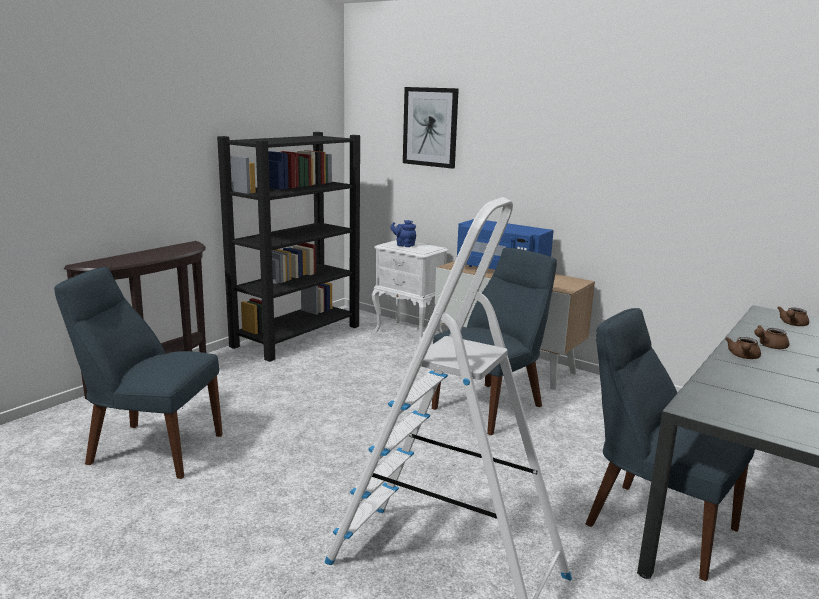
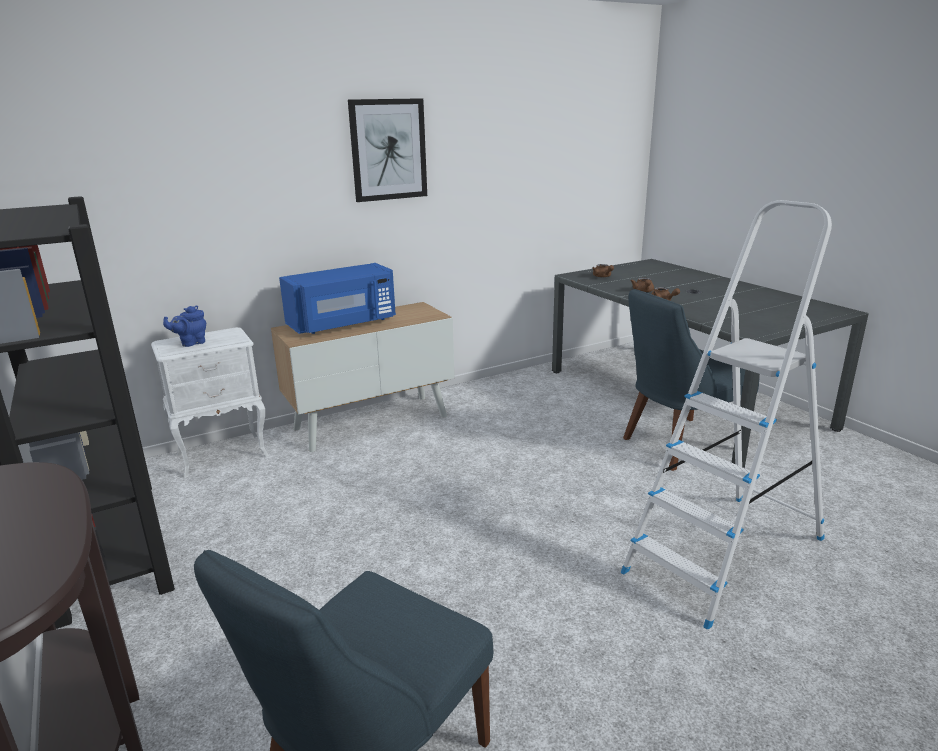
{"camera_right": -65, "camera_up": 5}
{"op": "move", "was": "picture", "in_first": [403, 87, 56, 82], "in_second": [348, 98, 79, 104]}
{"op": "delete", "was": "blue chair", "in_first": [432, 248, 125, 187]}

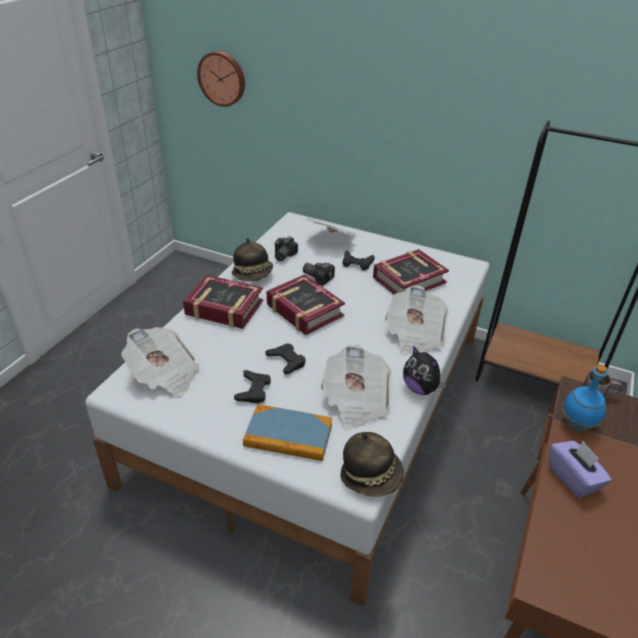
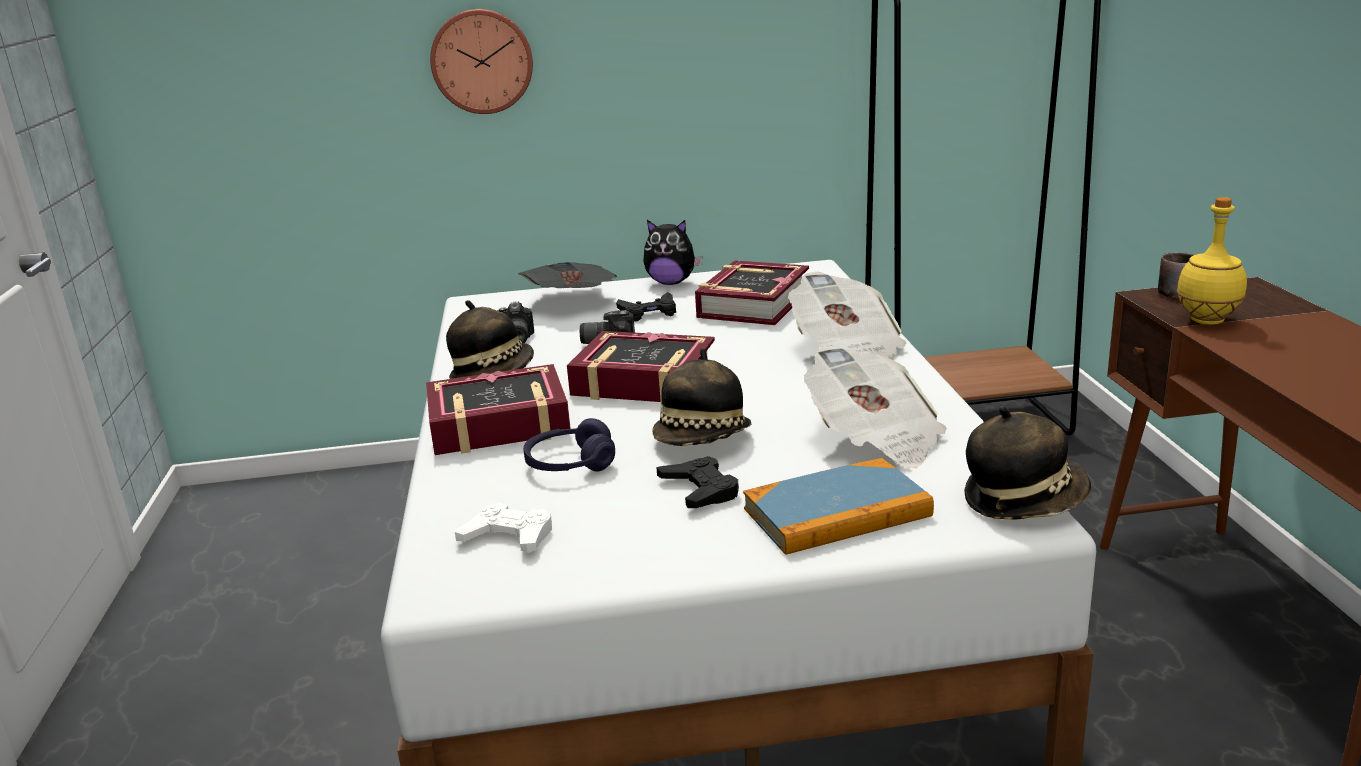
{"camera_right": -30, "camera_up": -15}
{"op": "move", "was": "wall clock", "in_first": [197, 51, 48, 56], "in_second": [430, 9, 103, 105]}
{"op": "replace", "was": "newspaper", "now": "white game controller", "in_first": [121, 327, 79, 70], "in_second": [455, 503, 97, 50]}
{"op": "replace", "was": "black game controller", "now": "hat", "in_first": [266, 343, 40, 31], "in_second": [652, 348, 99, 98]}
{"op": "move", "was": "plush toy", "in_first": [403, 346, 44, 49], "in_second": [643, 220, 60, 65]}
{"op": "recolor", "was": "blue bottle", "now": "yellow bottle", "in_first": [562, 365, 46, 66], "in_second": [1176, 197, 71, 128]}
{"op": "delete", "was": "purple tissue box", "in_first": [549, 440, 63, 58]}
{"op": "insert", "now": "purple headphones", "in_second": [523, 418, 92, 54]}

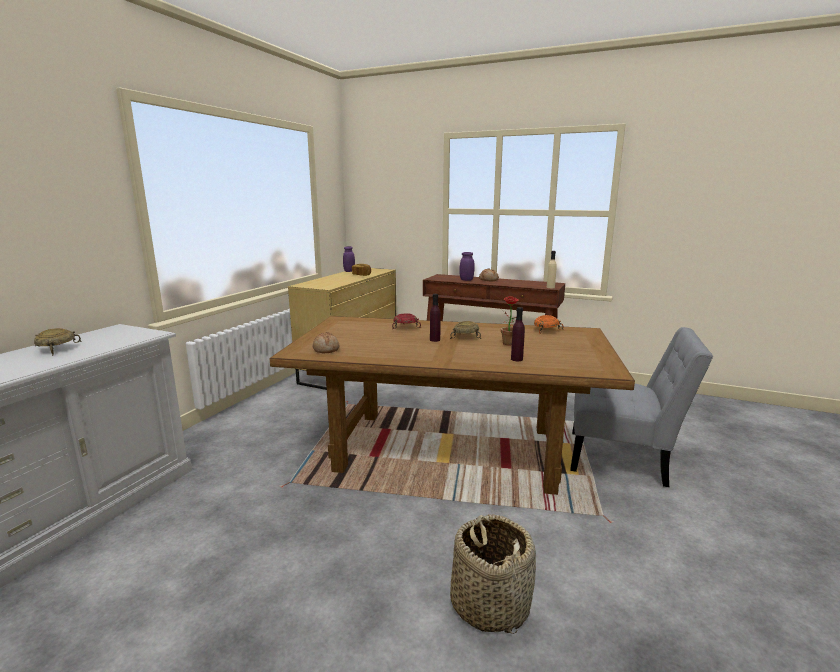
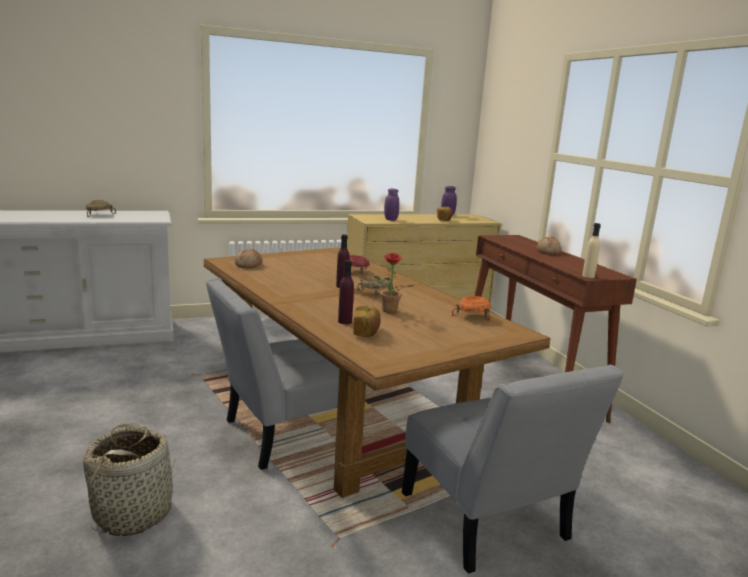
{"camera_right": 45, "camera_up": 0}
{"op": "move", "was": "purple jar", "in_first": [460, 252, 15, 29], "in_second": [384, 189, 15, 32]}
{"op": "insert", "now": "grey chair", "in_second": [206, 278, 133, 192]}
{"op": "insert", "now": "bread", "in_second": [353, 306, 28, 31]}

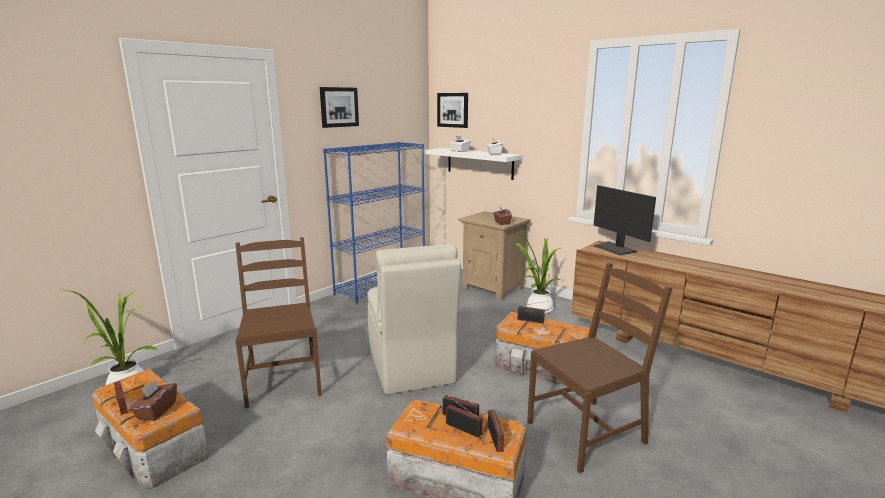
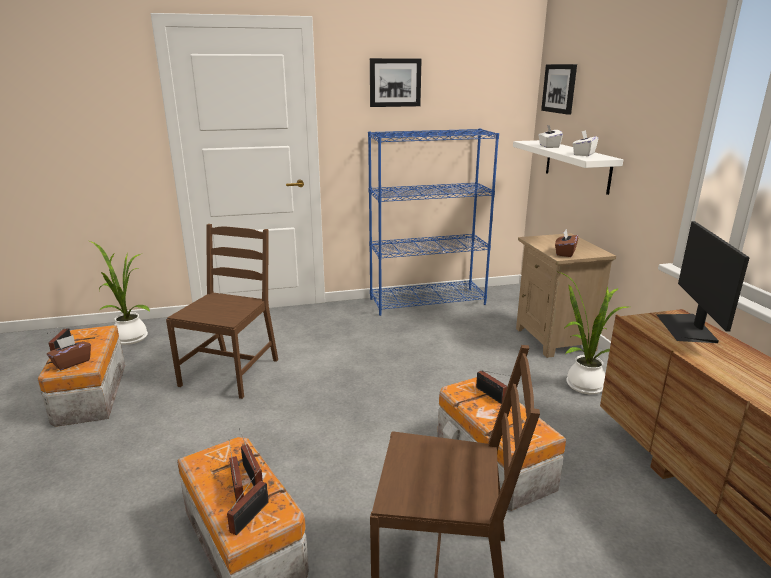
{"camera_right": 35, "camera_up": 5}
{"op": "delete", "was": "beige chair", "in_first": [367, 244, 94, 151]}

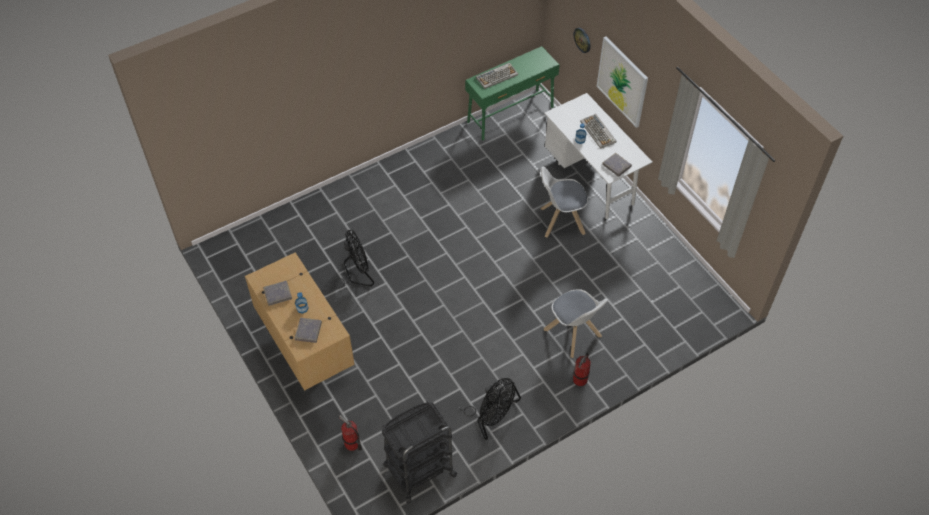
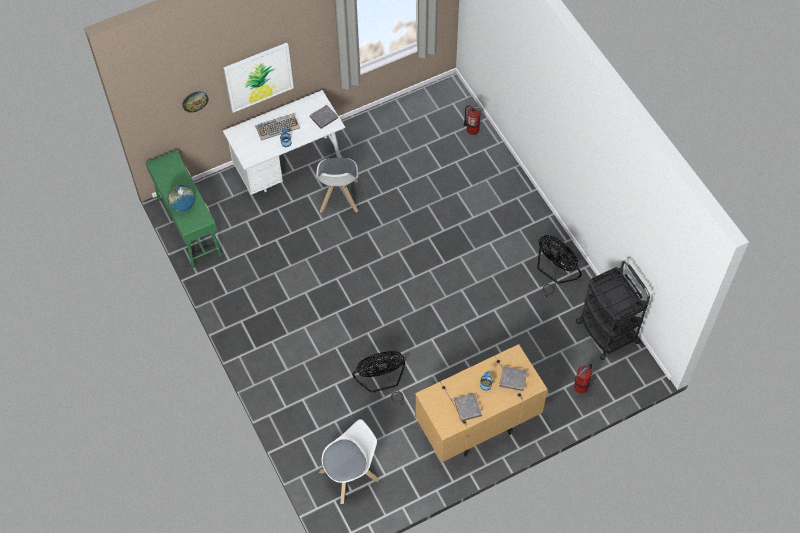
{"camera_right": -85, "camera_up": 5}
{"op": "replace", "was": "keyboard", "now": "globe", "in_first": [476, 63, 42, 26], "in_second": [168, 185, 27, 27]}
{"op": "move", "was": "chair", "in_first": [544, 289, 64, 69], "in_second": [319, 419, 60, 85]}
{"op": "move", "was": "fire extinguisher", "in_first": [573, 353, 18, 33], "in_second": [464, 104, 19, 31]}

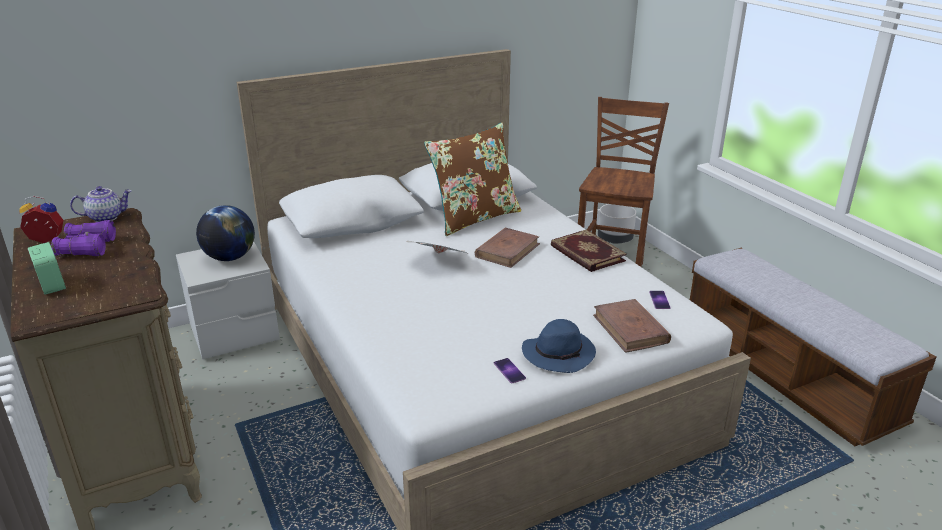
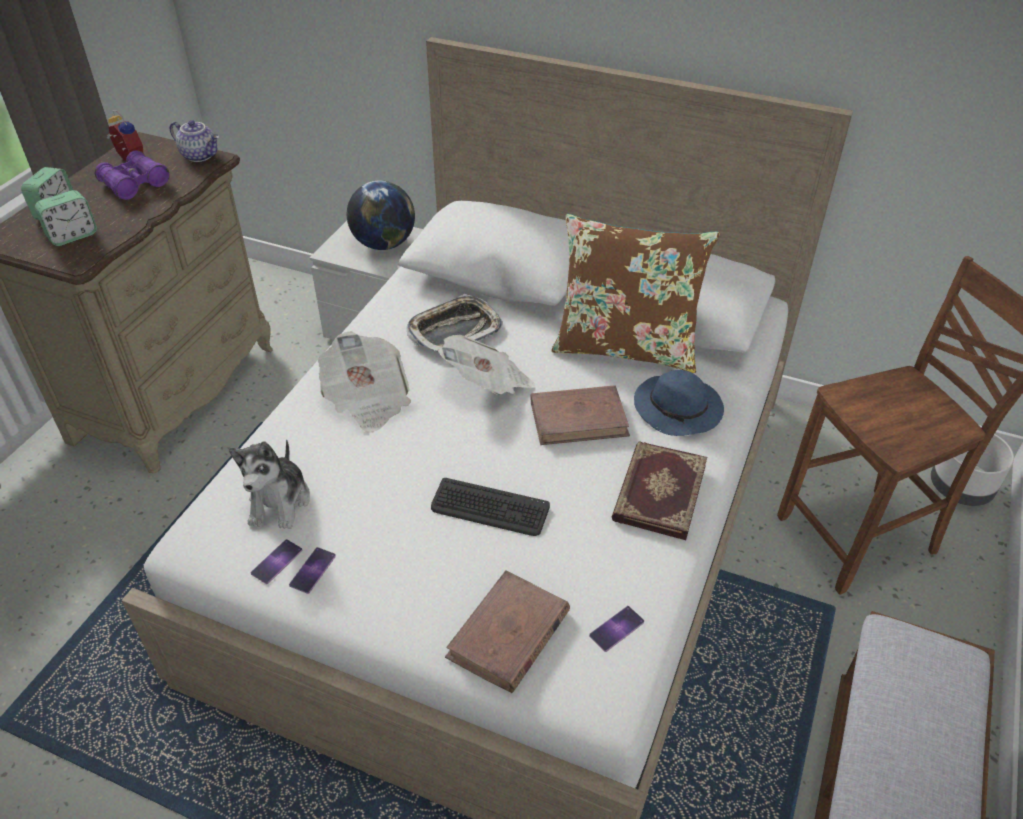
{"camera_right": 50, "camera_up": 15}
{"op": "move", "was": "blue hat", "in_first": [522, 319, 74, 54], "in_second": [634, 370, 90, 66]}
{"op": "insert", "now": "alarm clock", "in_second": [35, 190, 62, 56]}
{"op": "insert", "now": "tray", "in_second": [406, 294, 97, 59]}
{"op": "insert", "now": "newspaper", "in_second": [318, 331, 93, 102]}
{"op": "insert", "now": "plush toy", "in_second": [229, 439, 81, 90]}
{"op": "insert", "now": "keyboard", "in_second": [431, 478, 119, 58]}
{"op": "insert", "now": "phone", "in_second": [251, 539, 51, 45]}

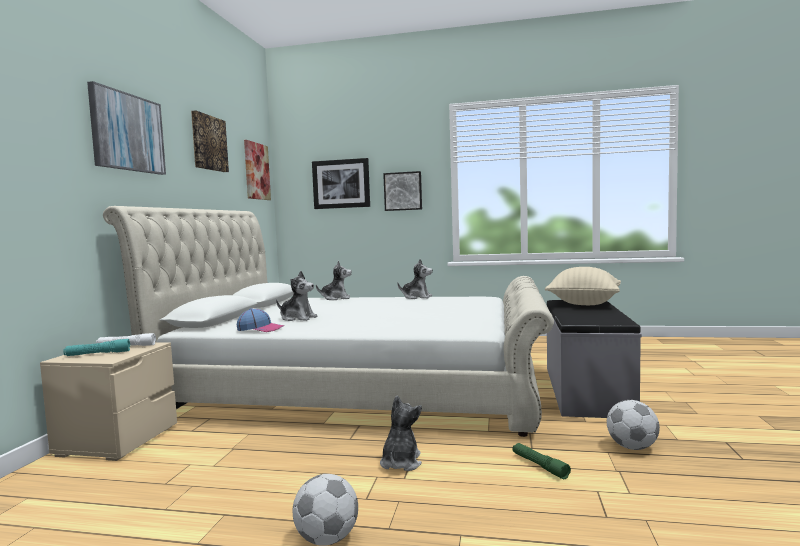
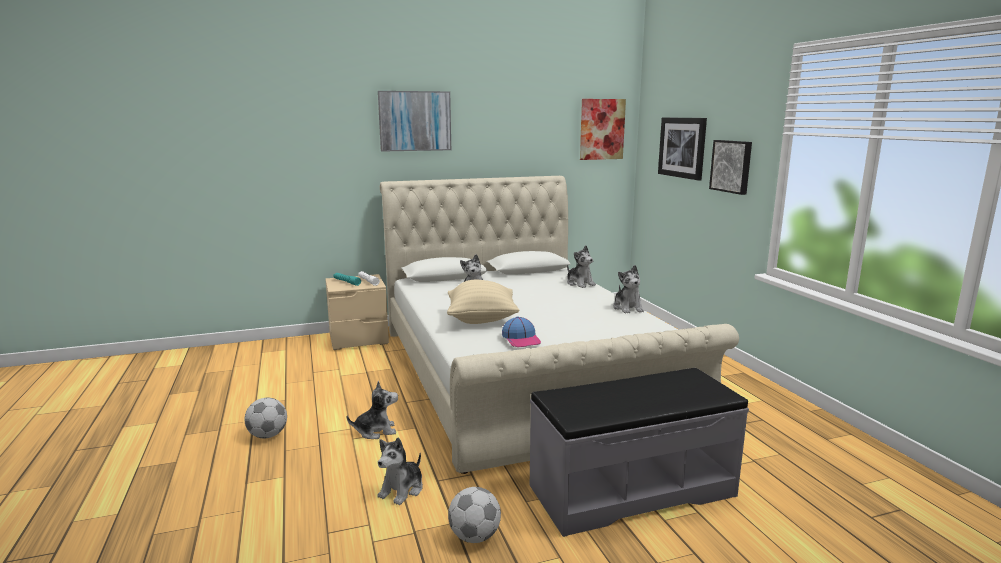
{"camera_right": 60, "camera_up": 10}
{"op": "delete", "was": "picture", "in_first": [191, 110, 38, 62]}
{"op": "move", "was": "beige pillow", "in_first": [545, 267, 76, 38], "in_second": [447, 280, 72, 44]}
{"op": "move", "was": "cap", "in_first": [237, 308, 47, 24], "in_second": [502, 316, 39, 31]}
{"op": "replace", "was": "green flashlight", "now": "plush toy", "in_first": [512, 443, 59, 36], "in_second": [377, 437, 46, 68]}

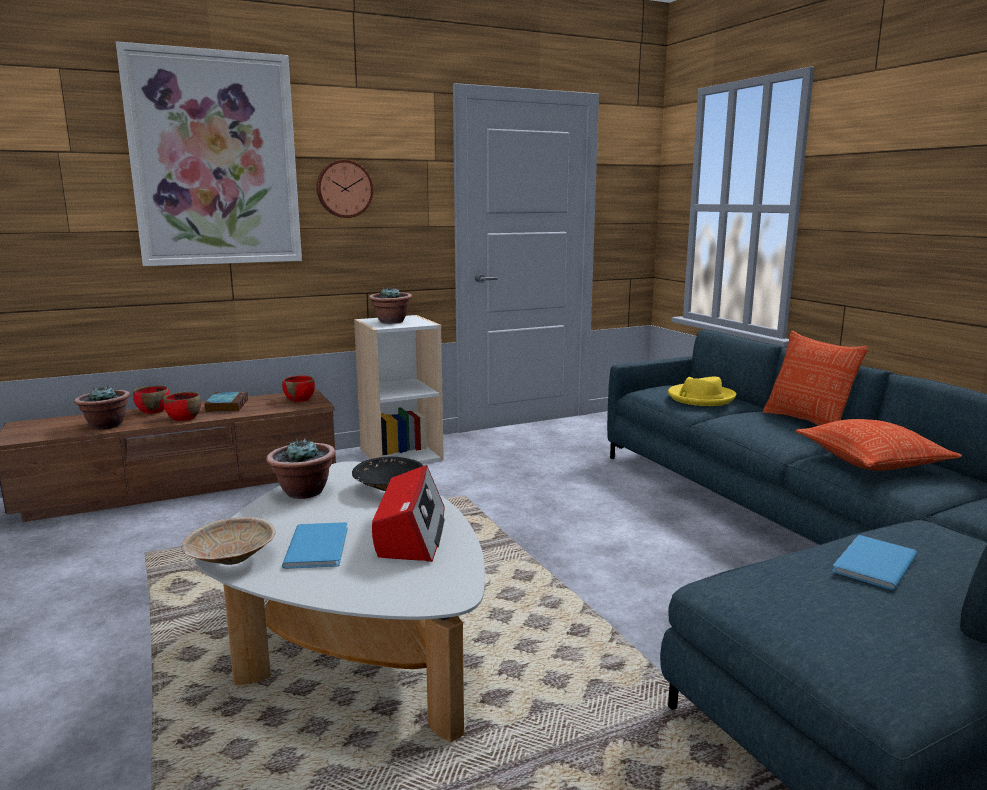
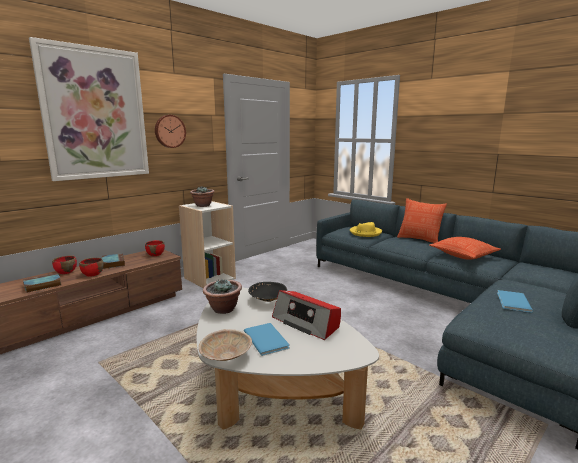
{"camera_right": -20, "camera_up": 0}
{"op": "replace", "was": "potted plant", "now": "book", "in_first": [74, 385, 56, 45], "in_second": [23, 273, 39, 20]}
{"op": "rotate", "was": "radio", "in_first": [372, 465, 73, 97], "in_second": [272, 290, 69, 50], "clockwise": 150}

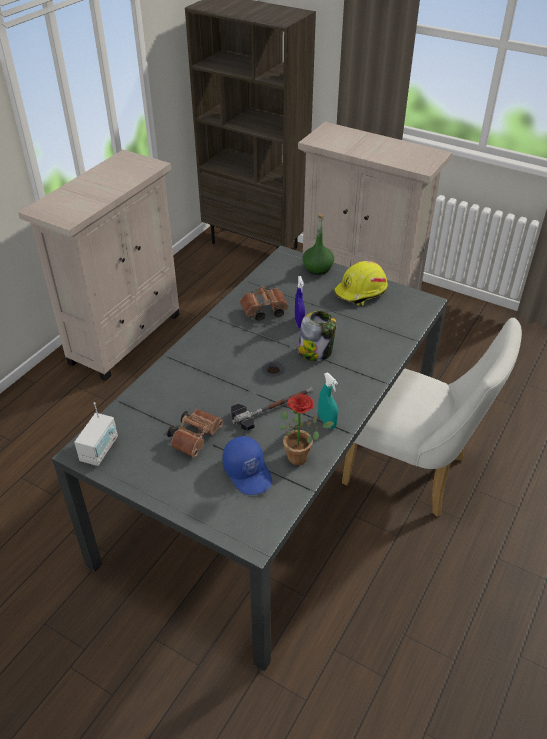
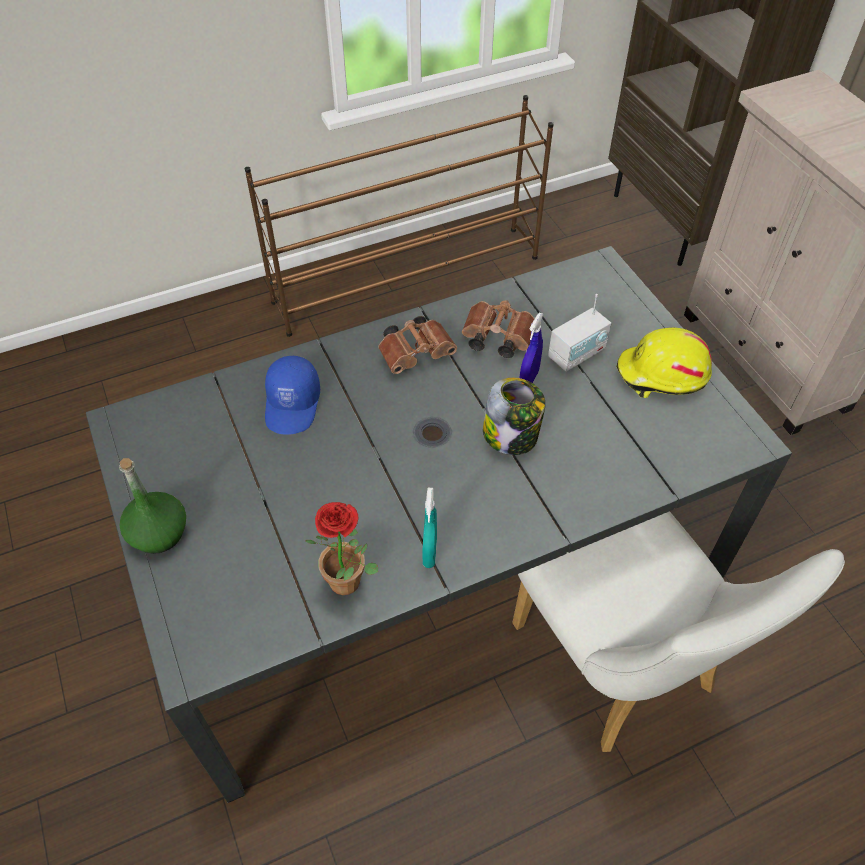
{"camera_right": 35, "camera_up": 10}
{"op": "replace", "was": "beige cabinet", "now": "brown shoe rack", "in_first": [18, 150, 162, 231], "in_second": [245, 95, 309, 242]}
{"op": "move", "was": "green bottle", "in_first": [303, 214, 31, 61], "in_second": [119, 458, 67, 96]}
{"op": "delete", "was": "hammer", "in_first": [231, 387, 82, 44]}
{"op": "move", "was": "radio", "in_first": [74, 402, 44, 64], "in_second": [548, 294, 63, 78]}
{"op": "move", "was": "brown binoculars", "in_first": [167, 409, 56, 48], "in_second": [378, 316, 79, 58]}
{"op": "move", "was": "blue cap", "in_first": [223, 436, 49, 59], "in_second": [265, 356, 55, 79]}

